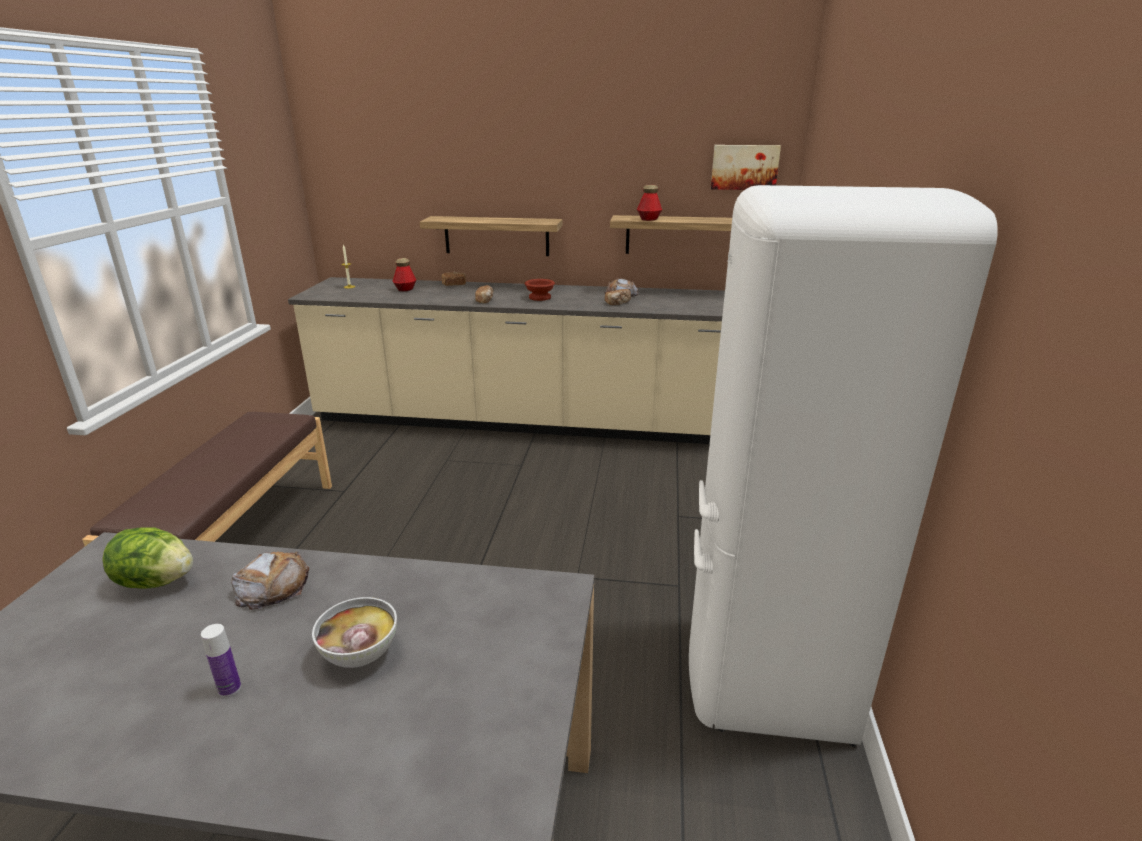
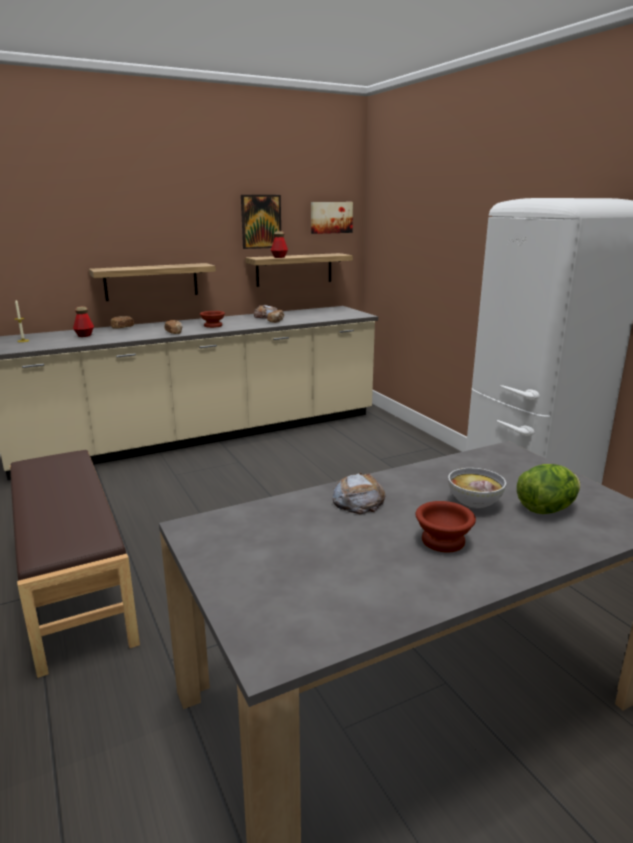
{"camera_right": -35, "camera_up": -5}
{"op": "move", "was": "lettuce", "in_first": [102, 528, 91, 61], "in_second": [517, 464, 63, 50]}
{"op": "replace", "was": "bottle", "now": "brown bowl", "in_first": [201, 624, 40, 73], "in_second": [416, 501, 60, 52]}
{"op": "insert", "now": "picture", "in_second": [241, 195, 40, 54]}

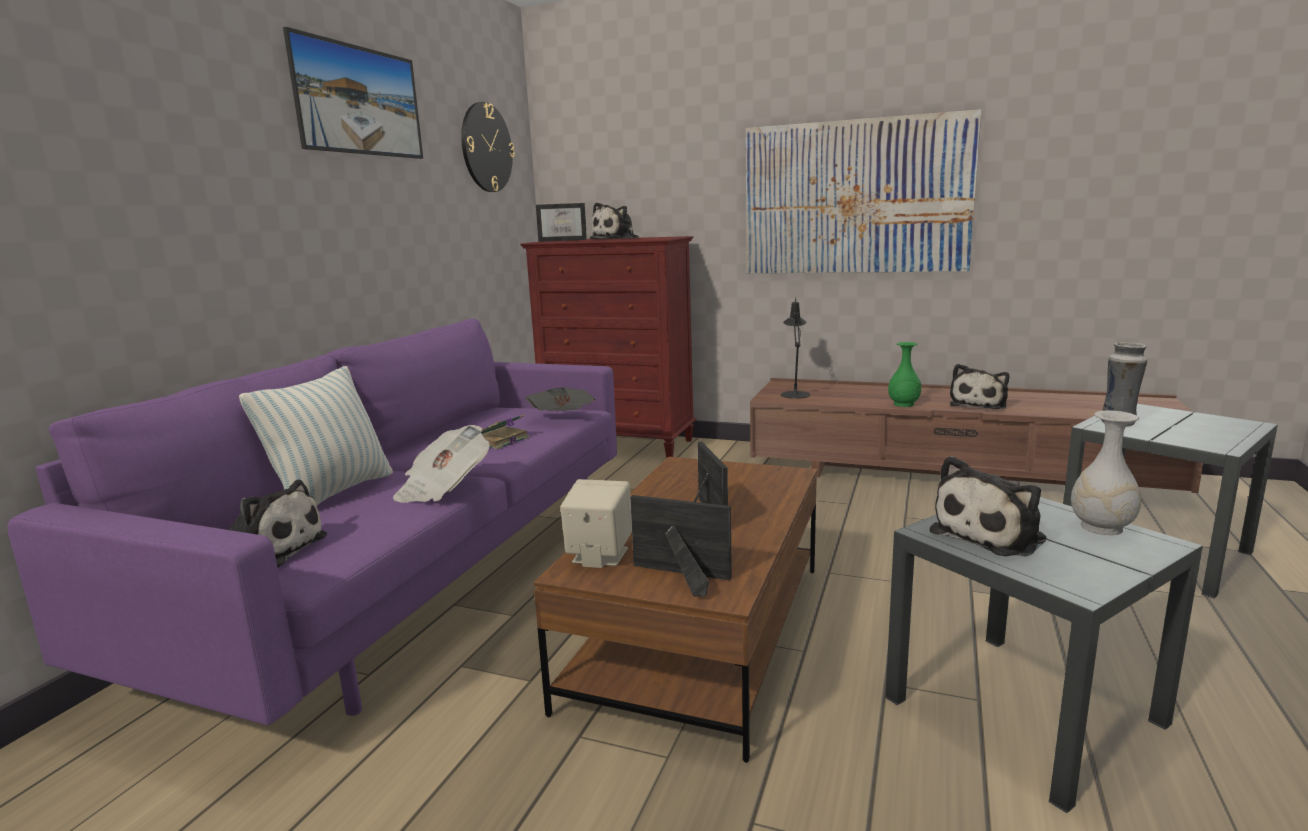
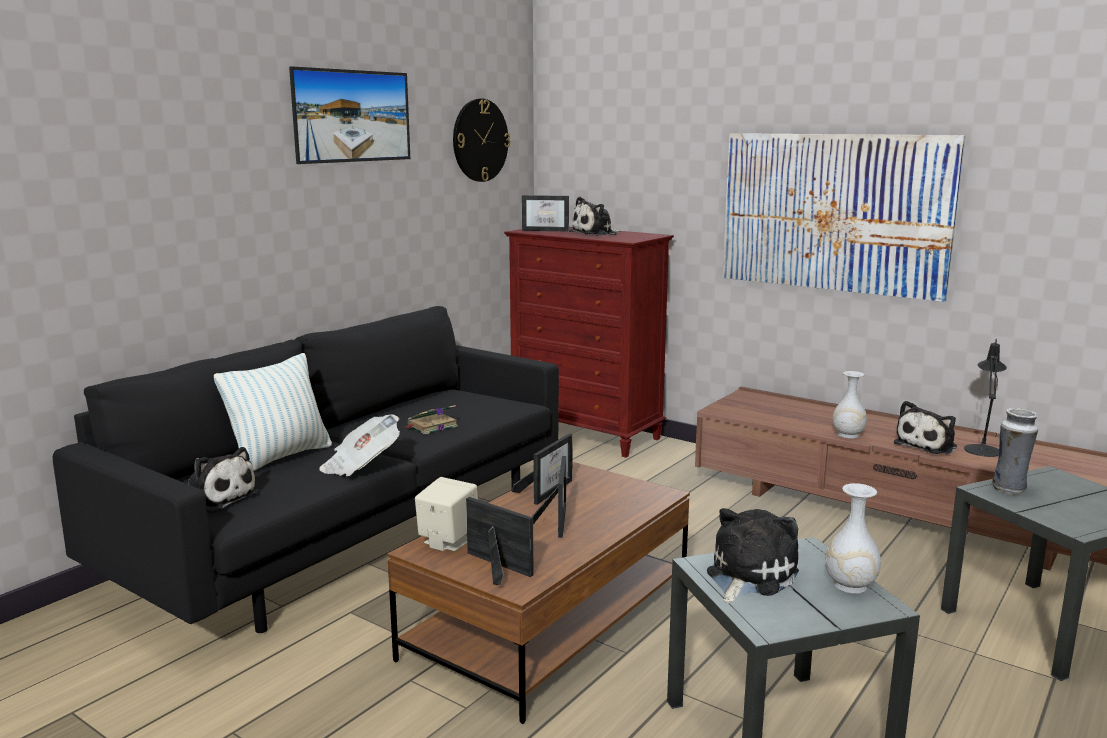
{"camera_right": 15, "camera_up": 0}
{"op": "move", "was": "black table lamp", "in_first": [781, 298, 29, 101], "in_second": [964, 339, 43, 118]}
{"op": "recolor", "was": "purple sofa", "now": "black sofa", "in_first": [7, 319, 610, 406], "in_second": [53, 306, 506, 327]}
{"op": "recolor", "was": "green vase", "now": "white vase", "in_first": [888, 342, 33, 65], "in_second": [832, 371, 35, 67]}
{"op": "delete", "was": "newspaper", "in_first": [525, 387, 70, 24]}
{"op": "rotate", "was": "plush toy", "in_first": [930, 456, 116, 100], "in_second": [707, 508, 92, 96], "clockwise": 150}
{"op": "insert", "now": "picture frame", "in_second": [511, 434, 62, 71]}

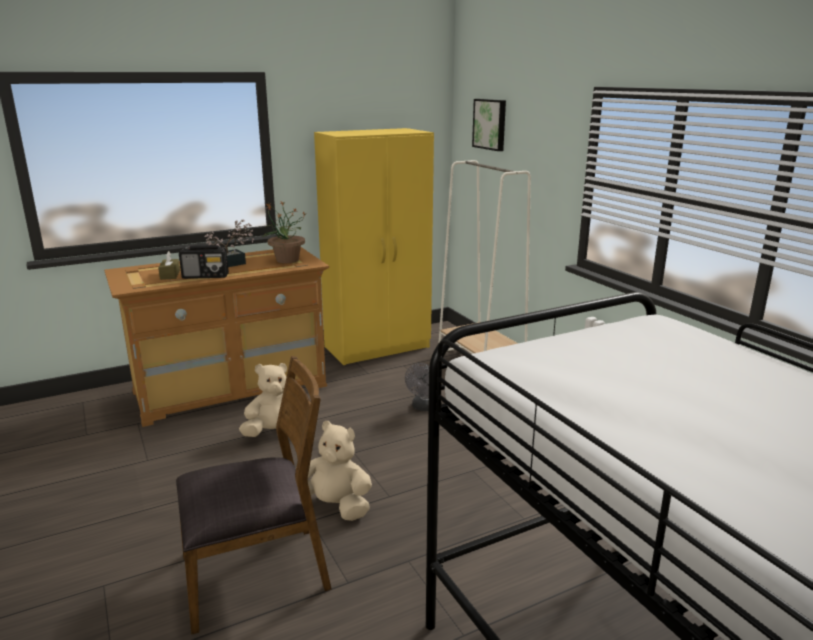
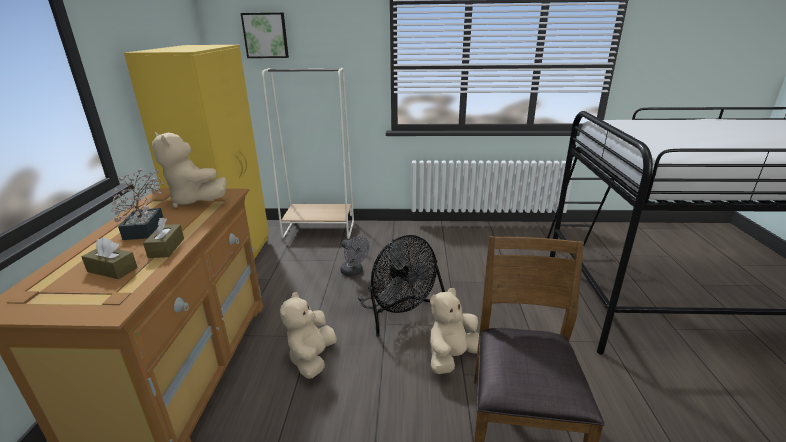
{"camera_right": -60, "camera_up": 5}
{"op": "replace", "was": "potted plant", "now": "beige plush toy", "in_first": [263, 202, 43, 61], "in_second": [152, 132, 75, 76]}
{"op": "replace", "was": "radio", "now": "brown tissue box", "in_first": [179, 245, 50, 34], "in_second": [143, 218, 41, 40]}
{"op": "insert", "now": "black fan", "in_second": [358, 235, 87, 102]}

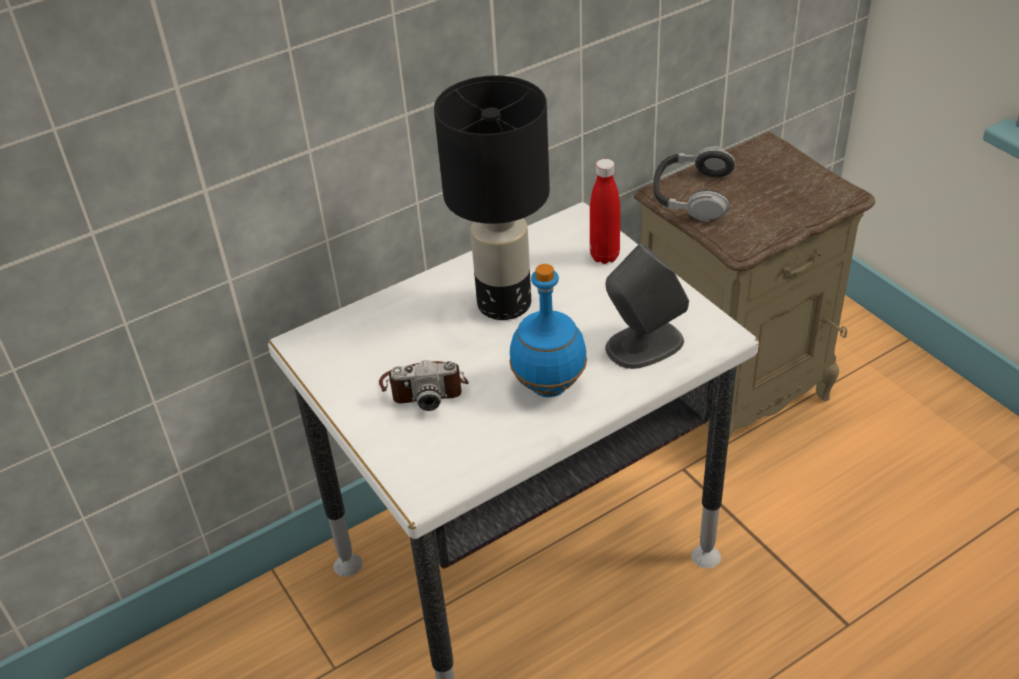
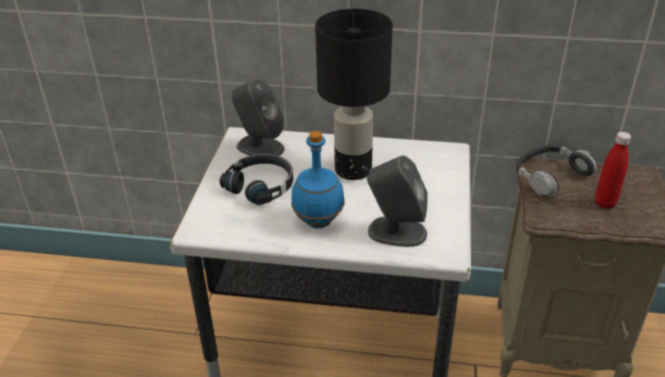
{"camera_right": 40, "camera_up": -5}
{"op": "move", "was": "red bottle", "in_first": [590, 159, 30, 105], "in_second": [595, 132, 36, 77]}
{"op": "replace", "was": "photo camera", "now": "black headphones", "in_first": [379, 360, 90, 51], "in_second": [219, 154, 74, 51]}
{"op": "insert", "now": "grey speaker", "in_second": [231, 78, 54, 78]}

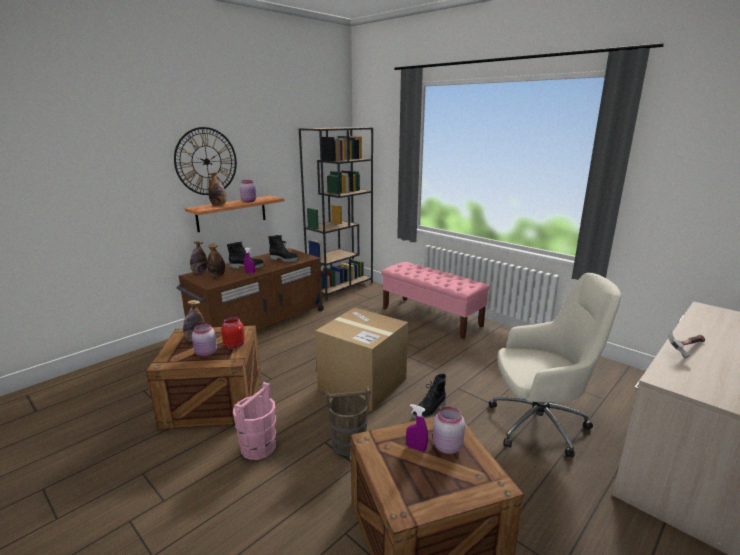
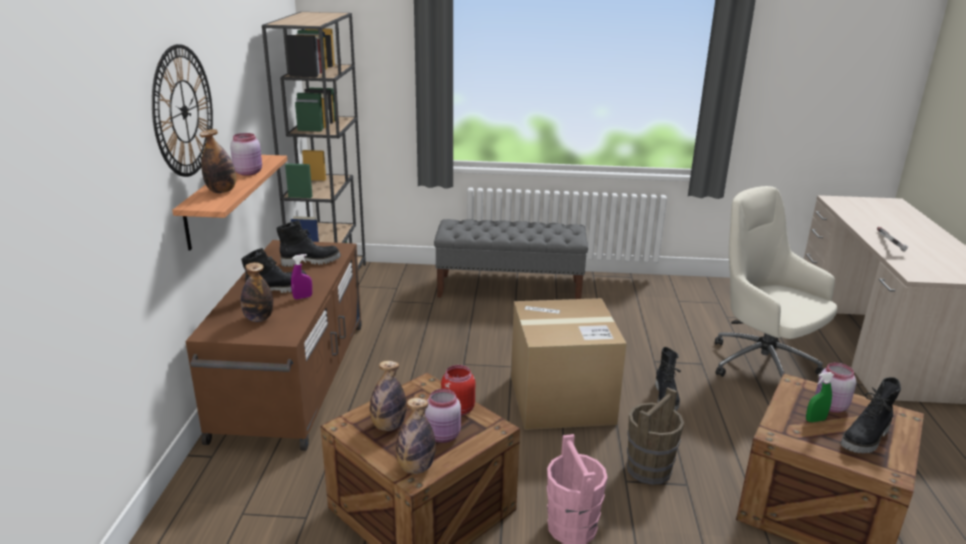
{"camera_right": -40, "camera_up": 5}
{"op": "move", "was": "bottle", "in_first": [190, 241, 17, 33], "in_second": [396, 398, 40, 76]}
{"op": "recolor", "was": "pink bench", "now": "grey bench", "in_first": [381, 262, 109, 77], "in_second": [434, 219, 154, 80]}
{"op": "rotate", "was": "beige office chair", "in_first": [489, 273, 132, 184], "in_second": [715, 186, 122, 192], "clockwise": -90}
{"op": "recolor", "was": "purple spray bottle", "now": "green spray bottle", "in_first": [406, 404, 22, 48], "in_second": [806, 372, 28, 50]}
{"op": "insert", "now": "black boot", "in_second": [841, 377, 60, 76]}

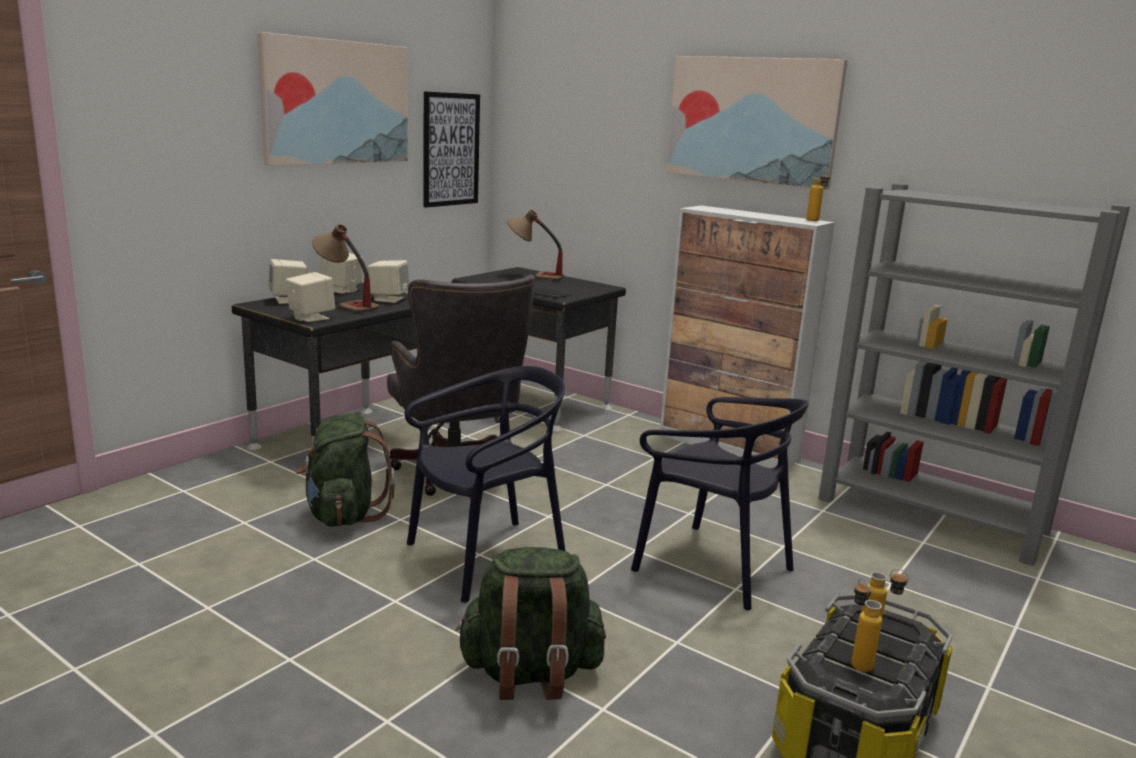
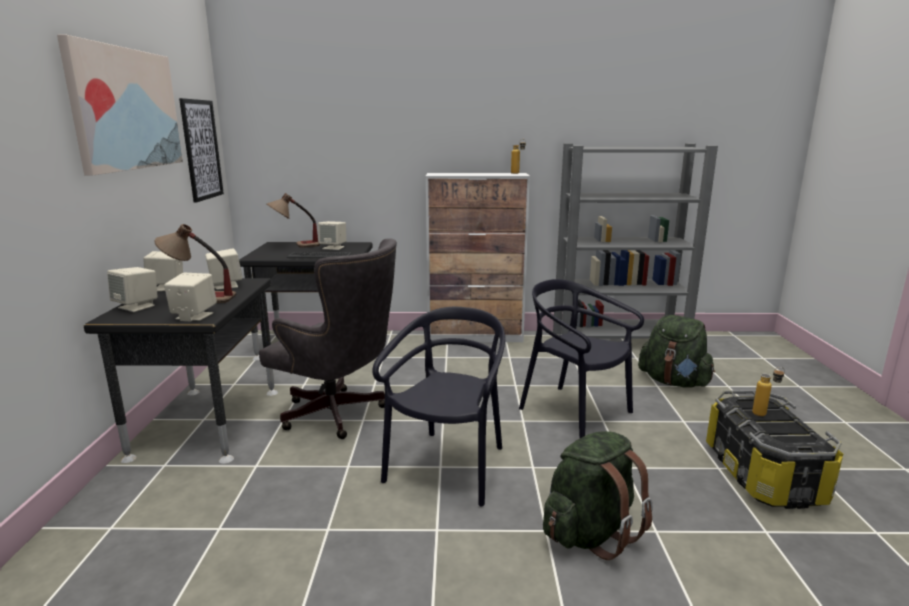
{"camera_right": -35, "camera_up": 0}
{"op": "delete", "was": "picture", "in_first": [666, 56, 182, 134]}
{"op": "rotate", "was": "black chair", "in_first": [631, 397, 178, 213], "in_second": [519, 279, 125, 160], "clockwise": -135}
{"op": "move", "was": "green backpack", "in_first": [295, 413, 100, 114], "in_second": [638, 315, 77, 73]}
{"op": "delete", "was": "bottle", "in_first": [851, 578, 31, 94]}
{"op": "insert", "now": "beige speaker", "in_second": [318, 221, 28, 29]}

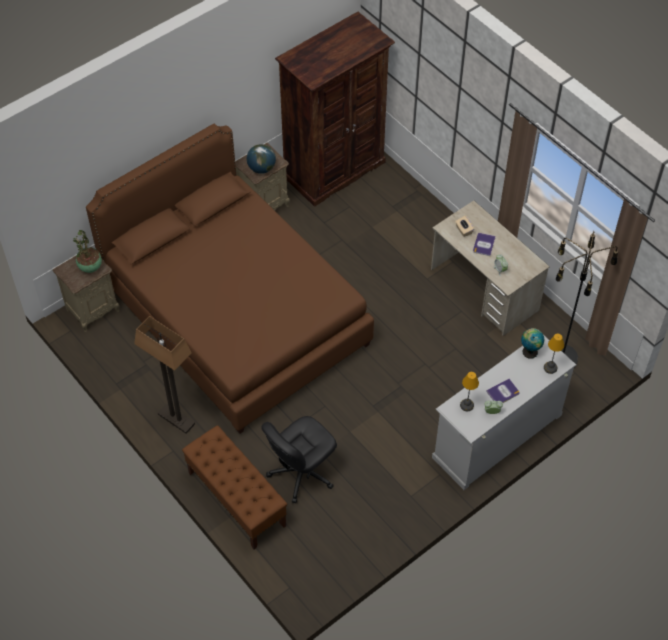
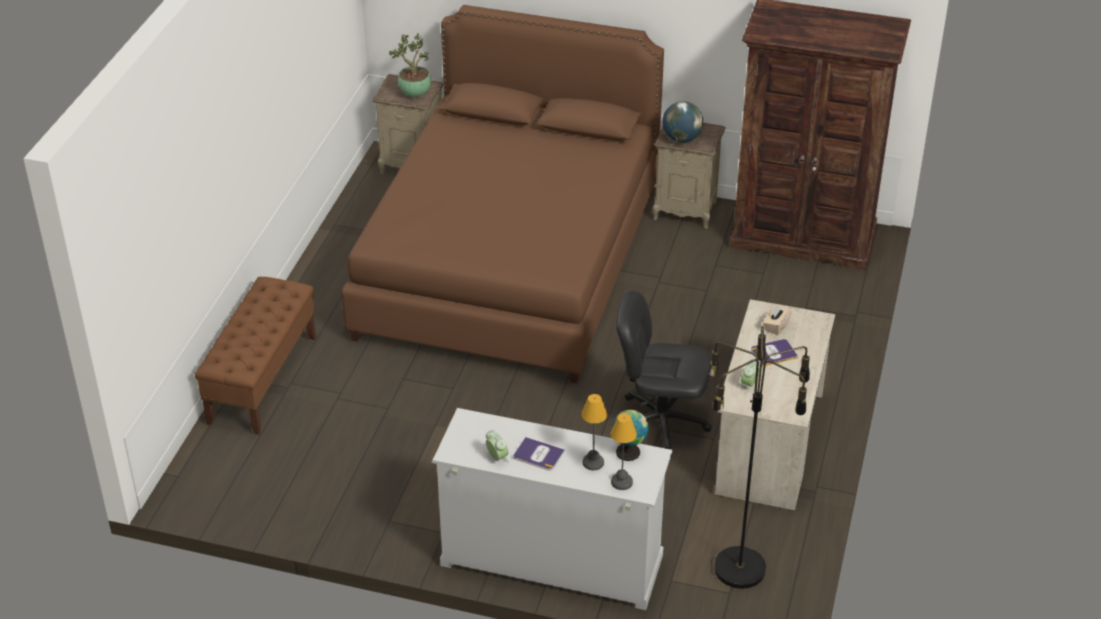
{"camera_right": 55, "camera_up": -15}
{"op": "delete", "was": "floor lamp", "in_first": [134, 316, 61, 118]}
{"op": "move", "was": "table lamp", "in_first": [460, 372, 19, 39], "in_second": [581, 394, 26, 76]}
{"op": "move", "was": "black office chair", "in_first": [261, 416, 76, 87], "in_second": [616, 291, 96, 165]}

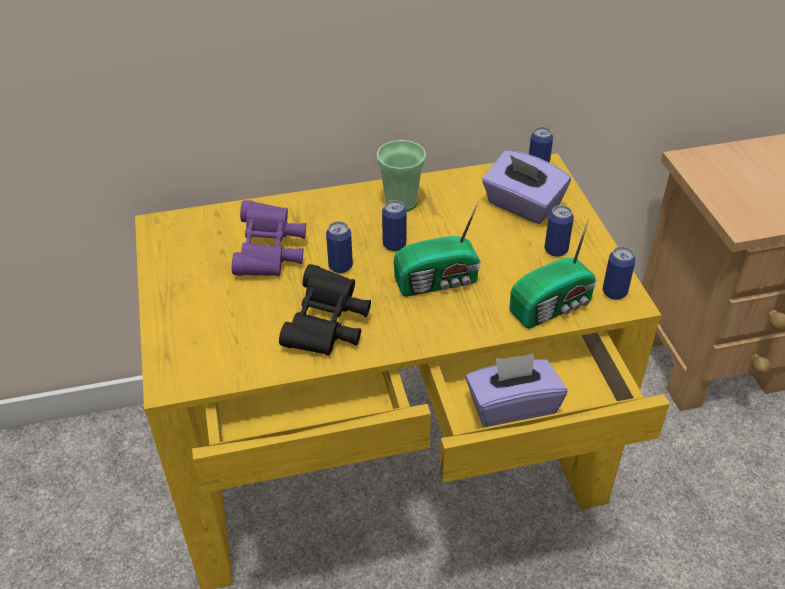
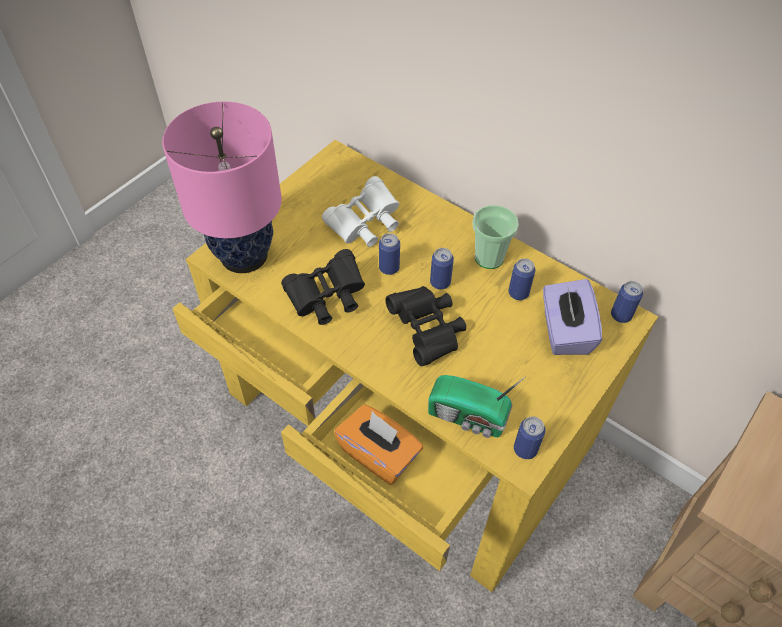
{"camera_right": 50, "camera_up": 10}
{"op": "recolor", "was": "purple binoculars", "now": "white binoculars", "in_first": [232, 200, 74, 77], "in_second": [322, 176, 77, 71]}
{"op": "replace", "was": "radio", "now": "black binoculars", "in_first": [394, 201, 87, 96], "in_second": [386, 286, 80, 80]}
{"op": "move", "was": "can", "in_first": [545, 205, 29, 52], "in_second": [508, 258, 27, 42]}
{"op": "recolor", "was": "purple tissue box", "now": "orange tissue box", "in_first": [465, 354, 102, 74], "in_second": [334, 404, 89, 81]}
{"op": "insert", "now": "pink table lamp", "in_second": [162, 102, 120, 171]}

